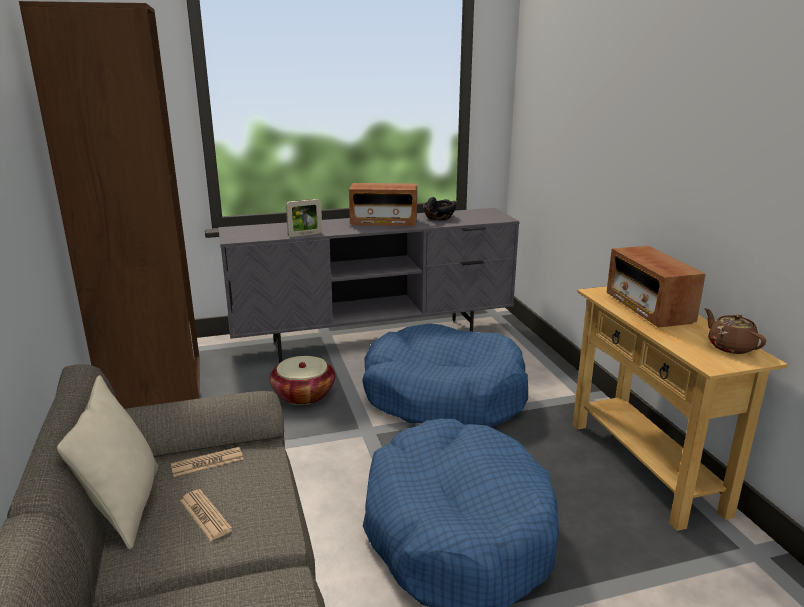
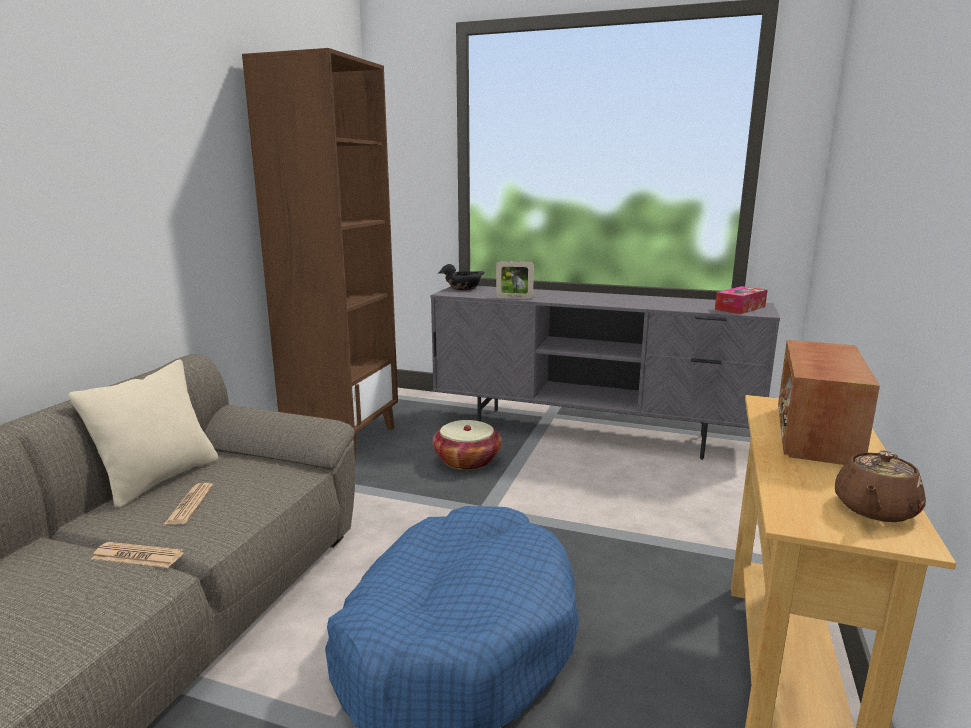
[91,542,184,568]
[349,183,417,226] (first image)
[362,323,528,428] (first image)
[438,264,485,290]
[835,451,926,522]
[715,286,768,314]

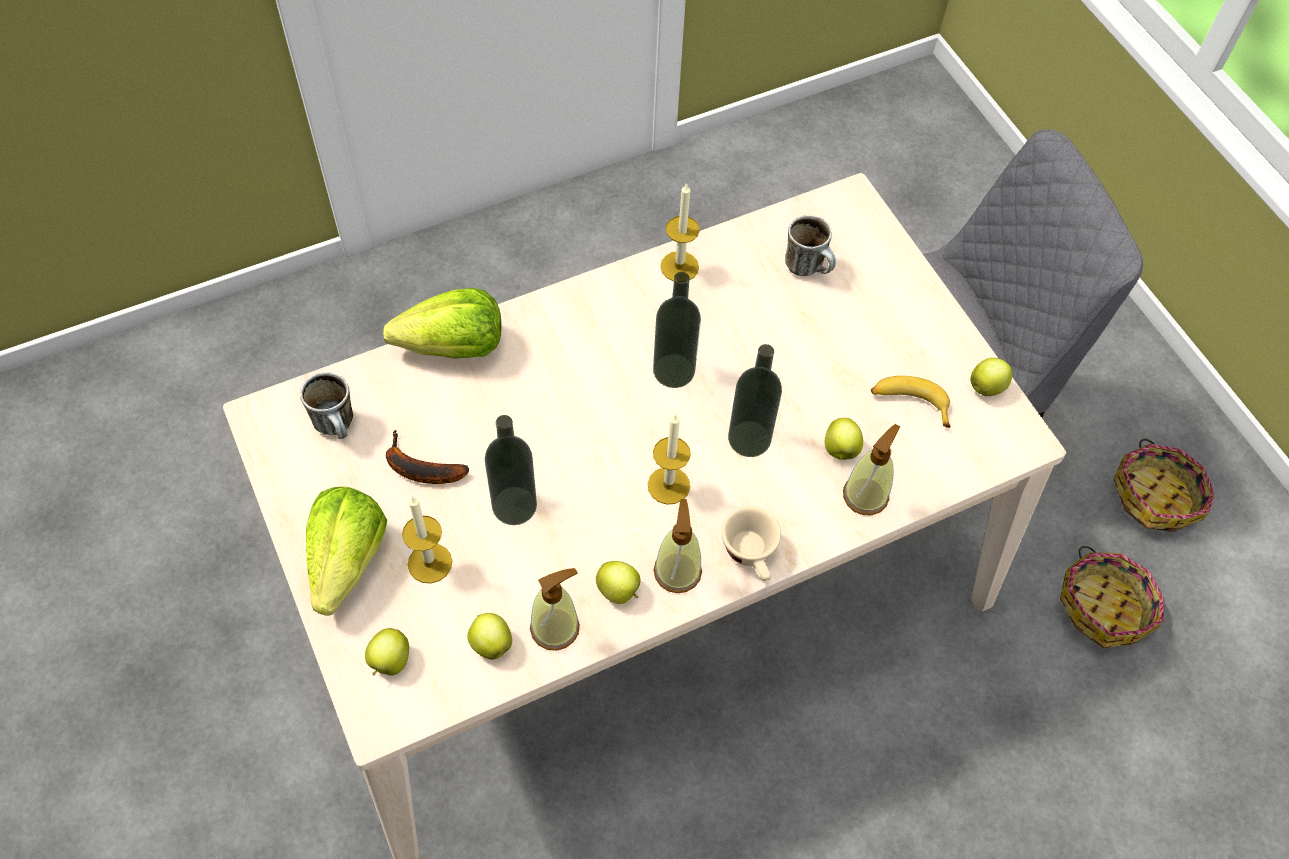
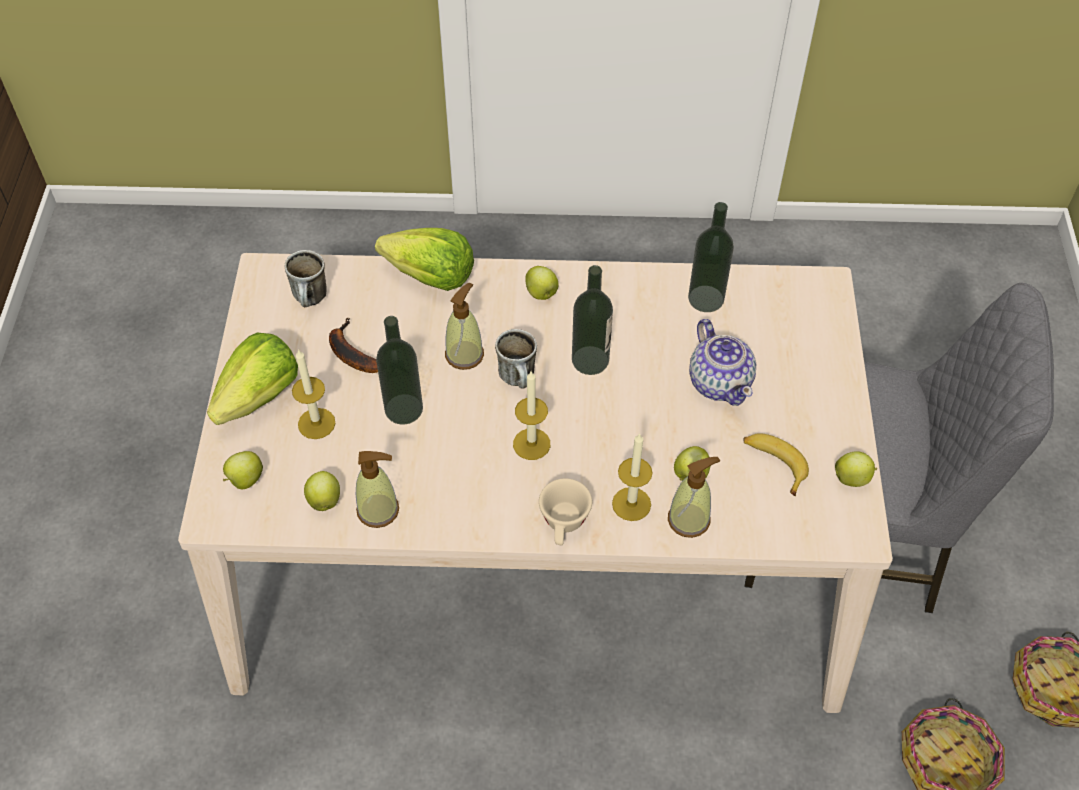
[525,266,559,300]
[445,283,484,370]
[612,433,653,521]
[688,202,734,312]
[495,329,537,389]
[689,319,756,406]

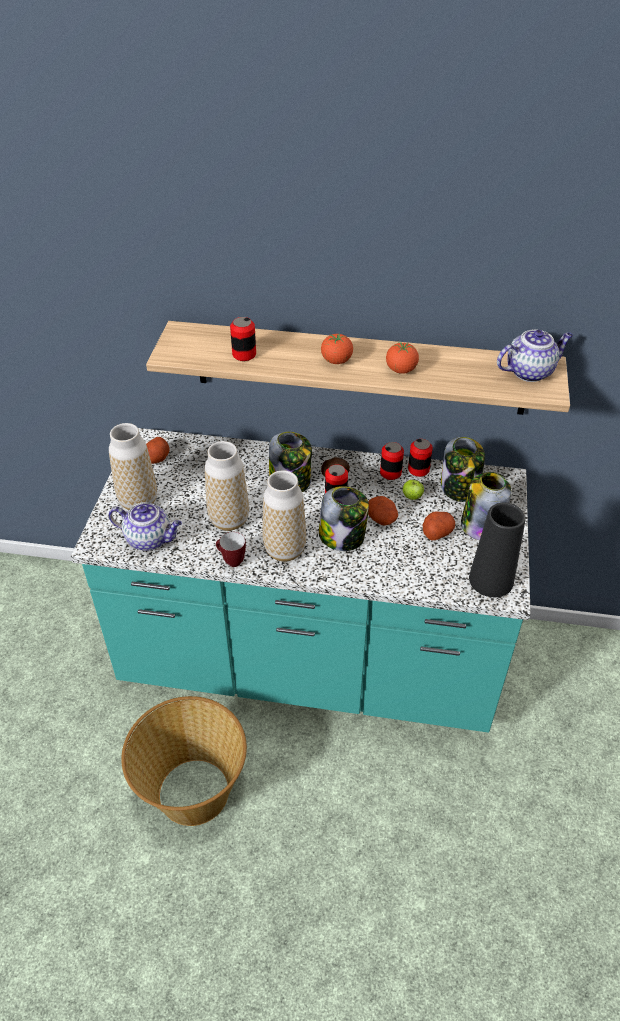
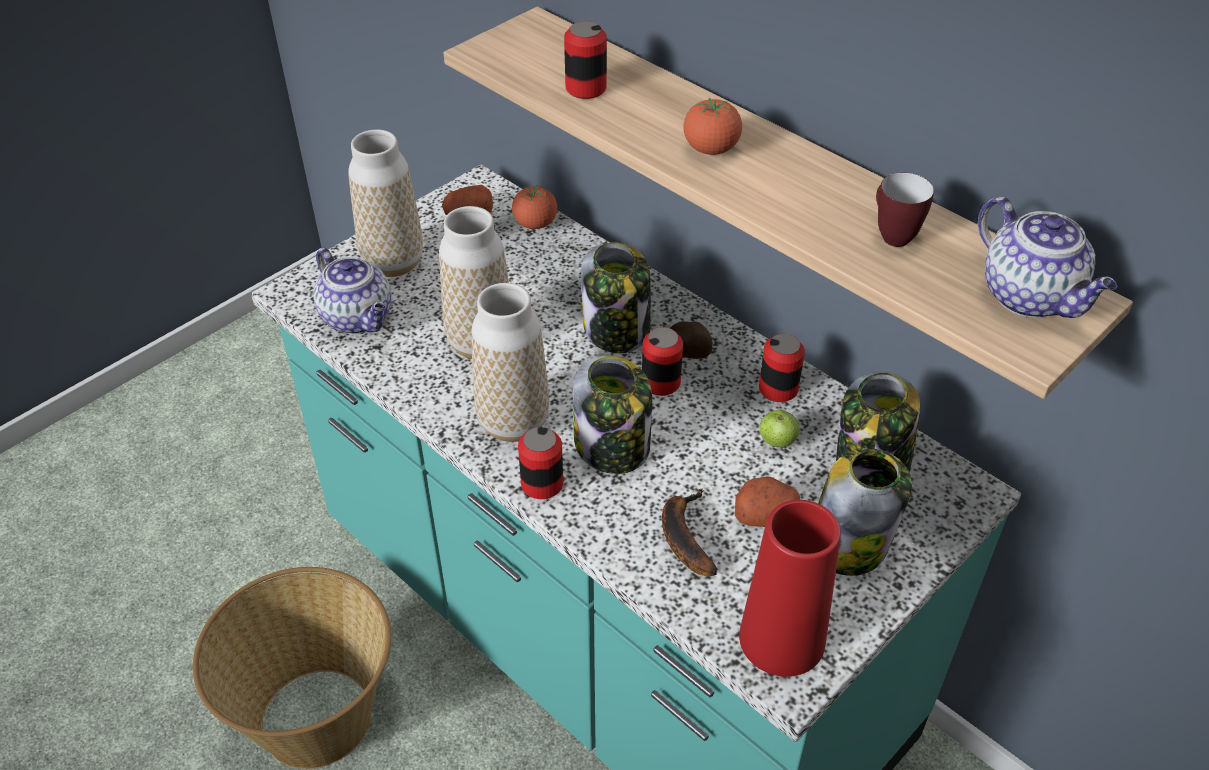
[876,172,934,247]
[368,496,398,526] (first image)
[512,185,557,229]
[518,427,563,499]
[739,500,841,677]
[978,197,1117,318]
[662,489,718,576]

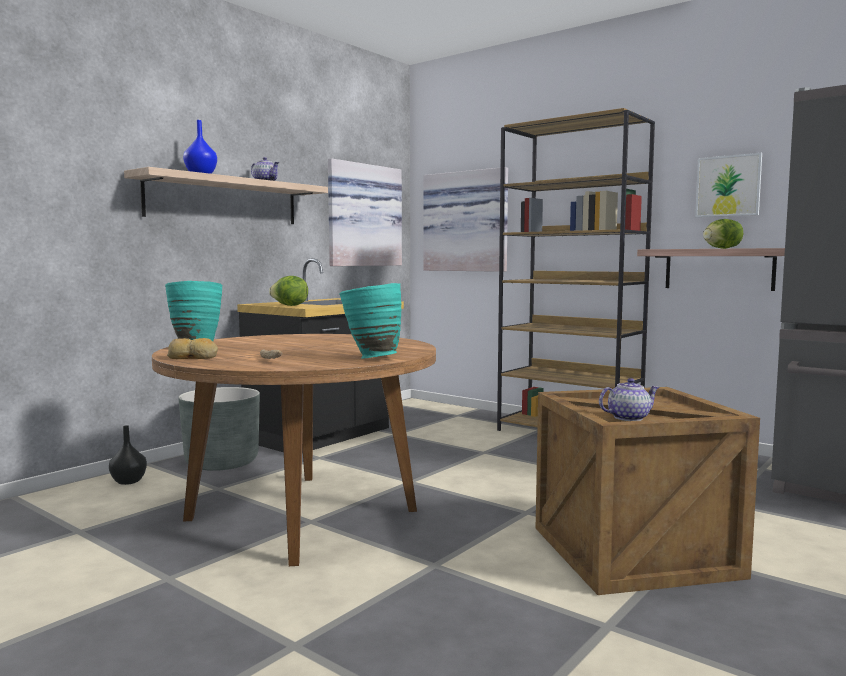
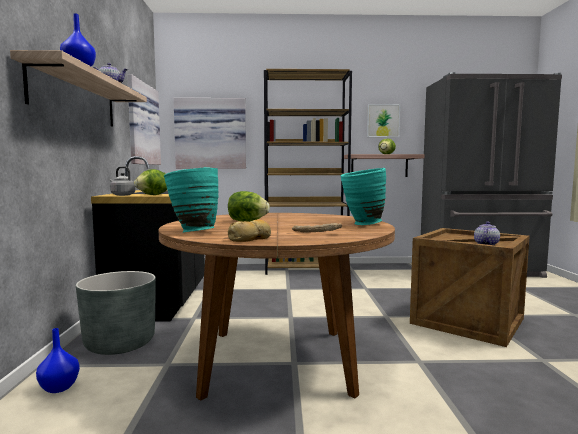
[36,328,80,393]
[110,166,135,196]
[228,191,270,222]

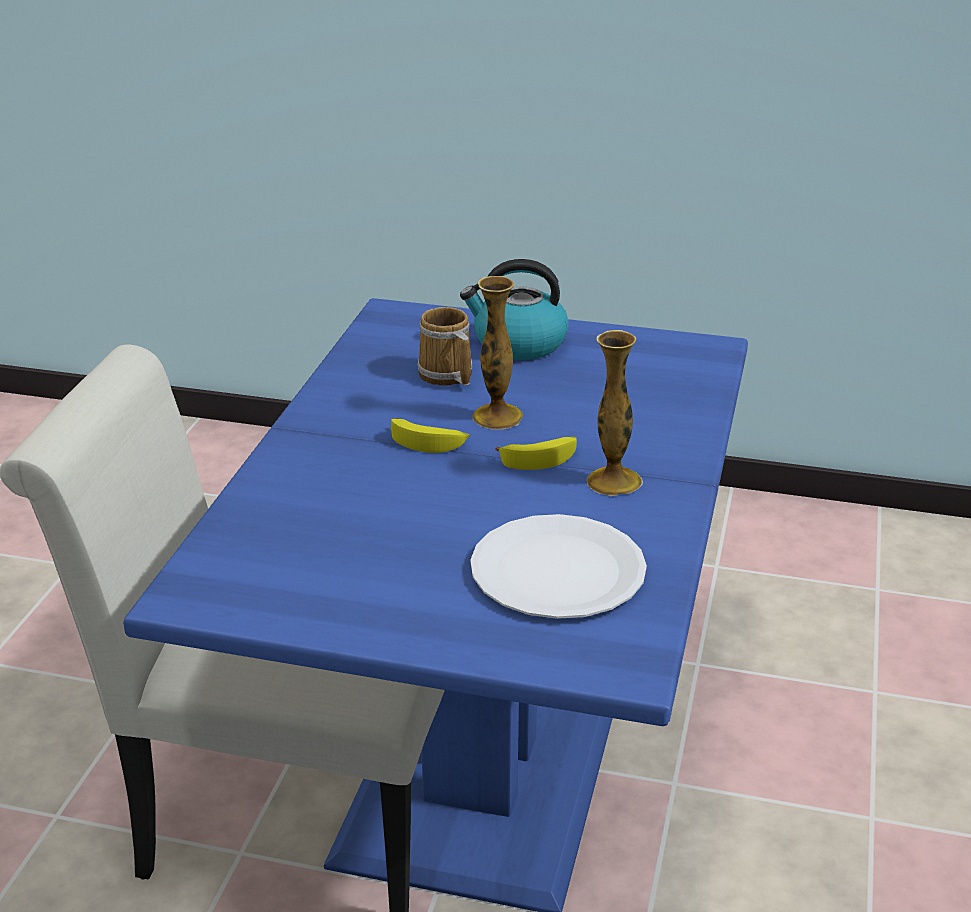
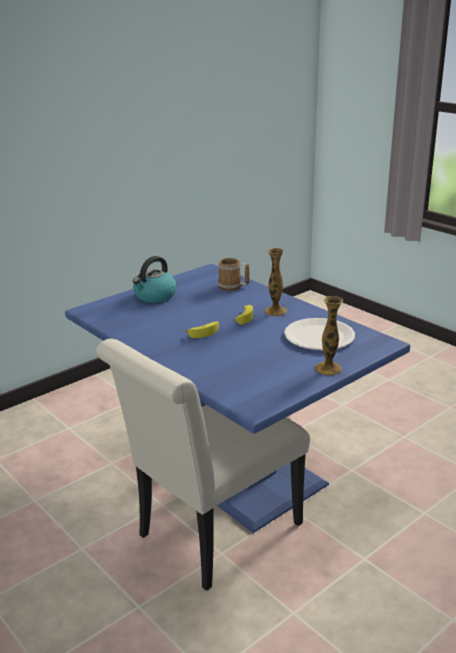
[218,258,250,291]
[315,296,343,375]

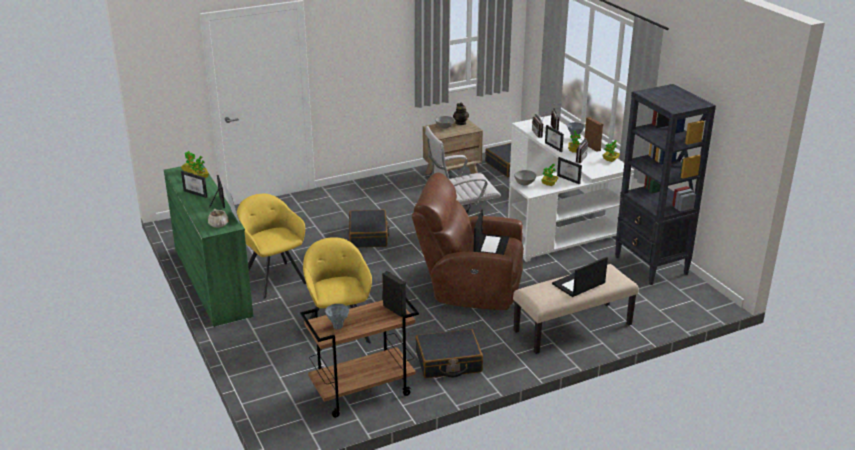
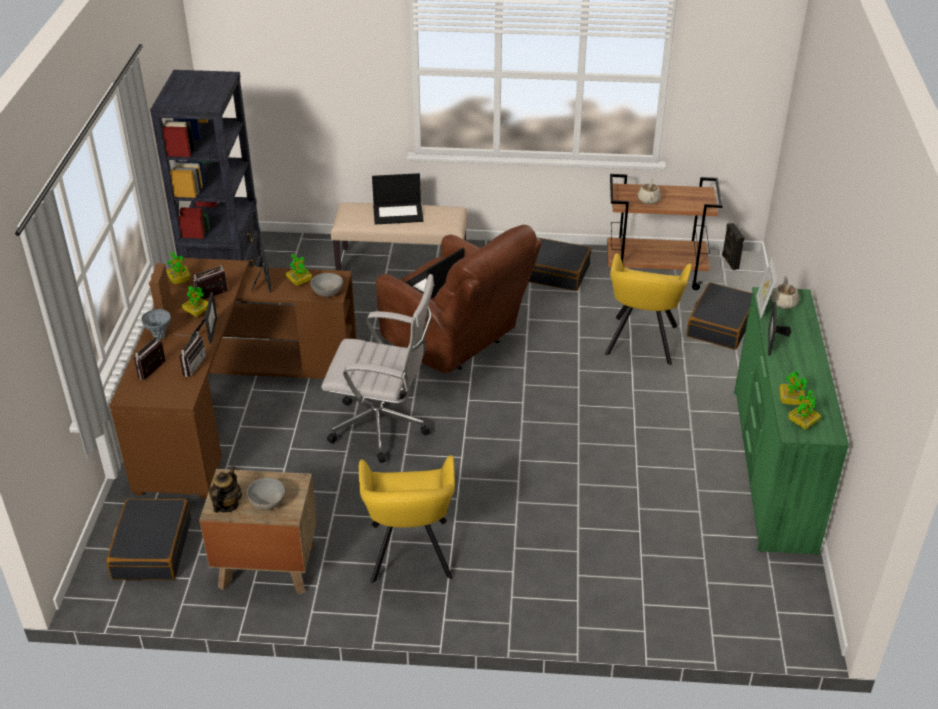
[181,171,207,198] (first image)
[359,455,455,583]
[325,304,349,329] (first image)
[687,282,752,350]
[722,223,744,270]
[109,258,356,499]
[638,177,661,204]

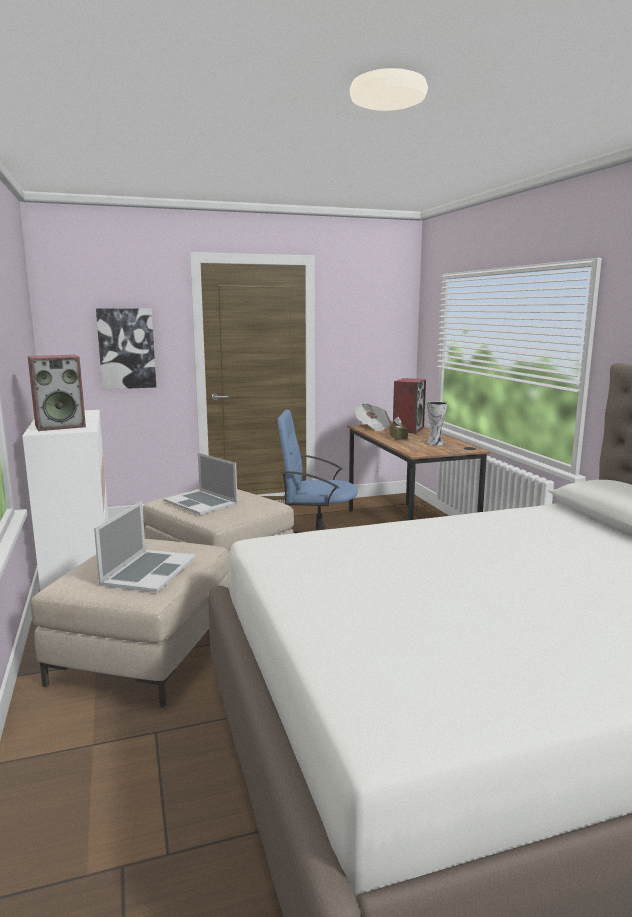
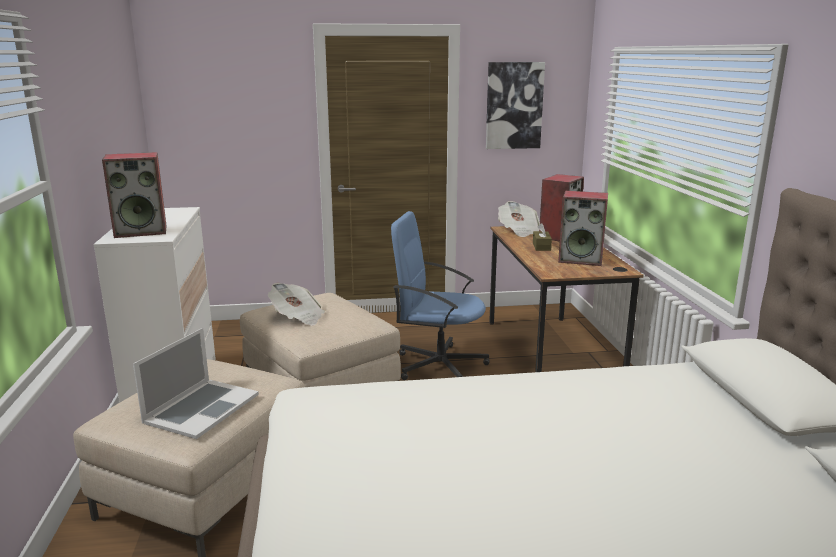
[486,62,545,149]
[268,283,325,326]
[558,191,608,266]

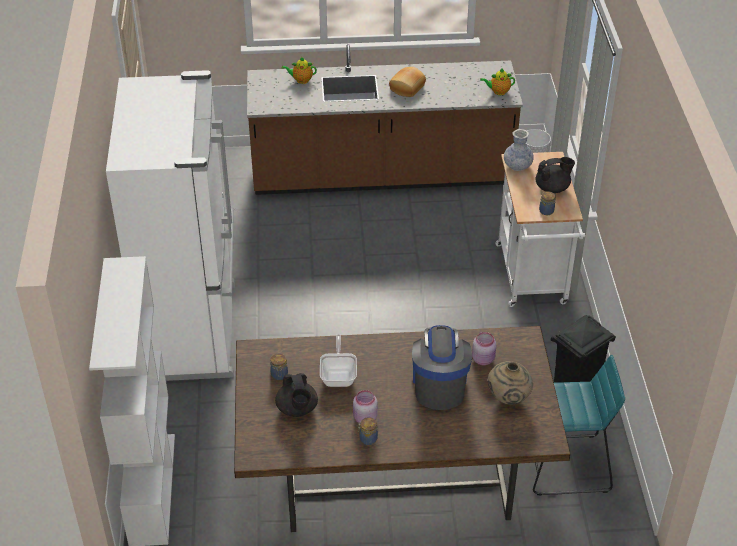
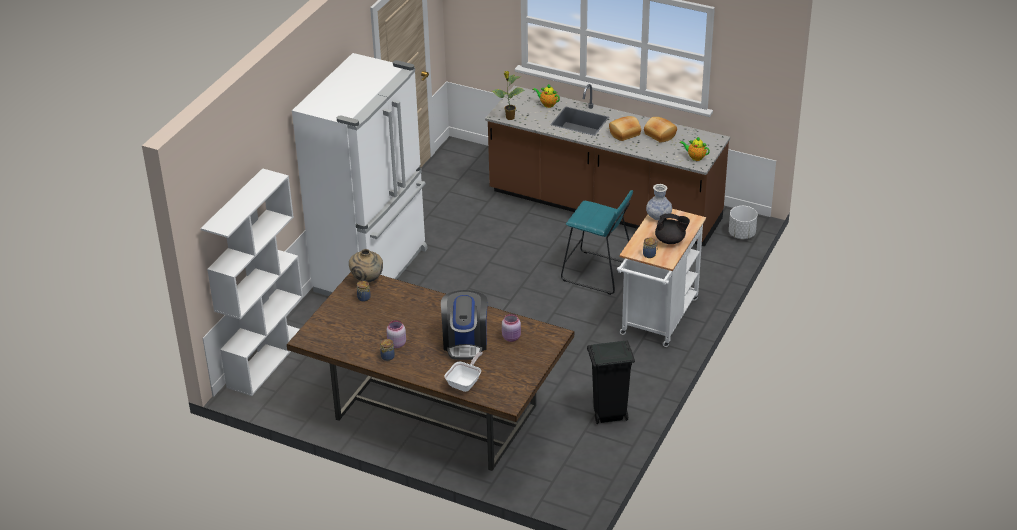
[275,373,318,417] (first image)
[444,352,483,392]
[441,290,488,360]
[349,249,383,282]
[561,190,633,295]
[492,71,525,120]
[644,117,677,142]

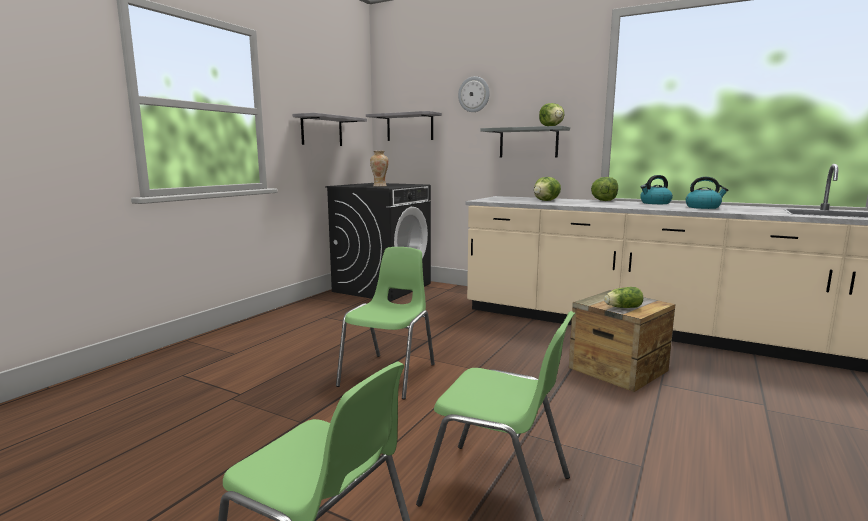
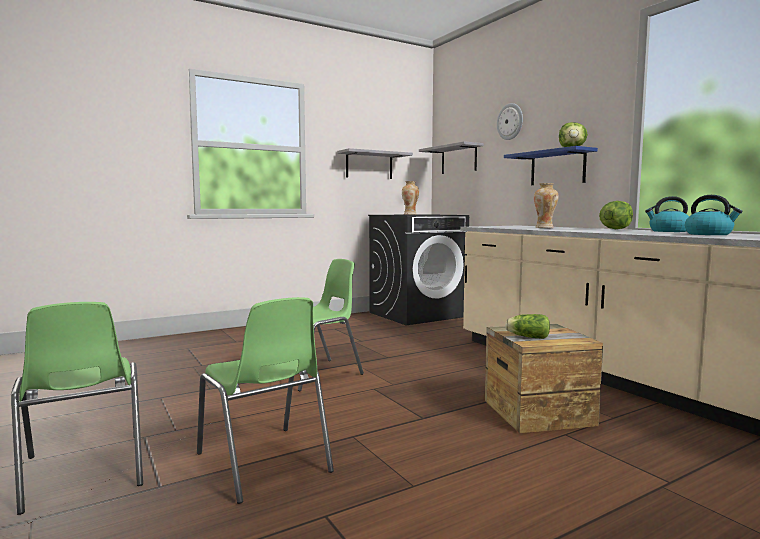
[504,146,598,185]
[534,183,559,228]

